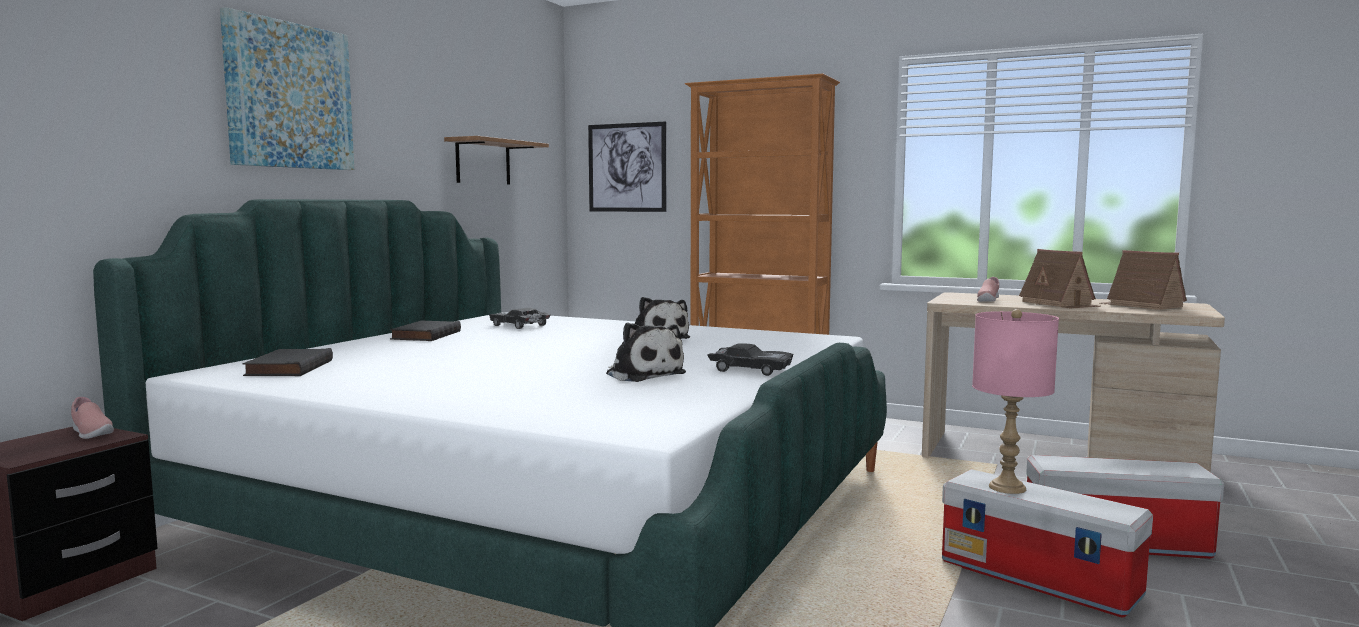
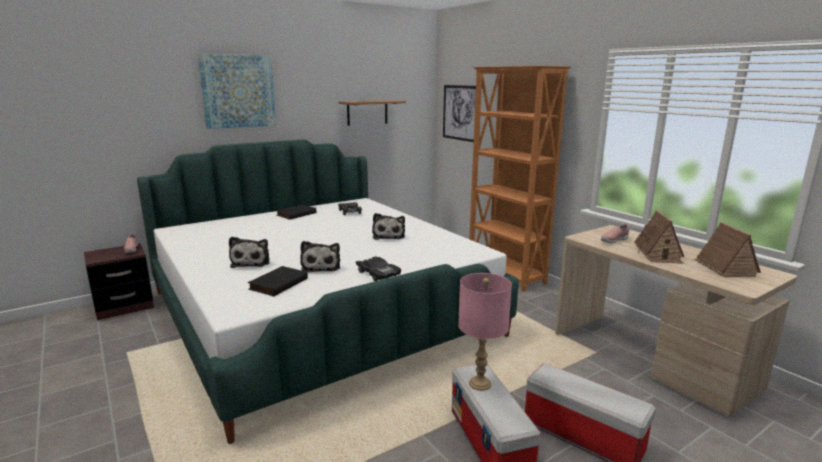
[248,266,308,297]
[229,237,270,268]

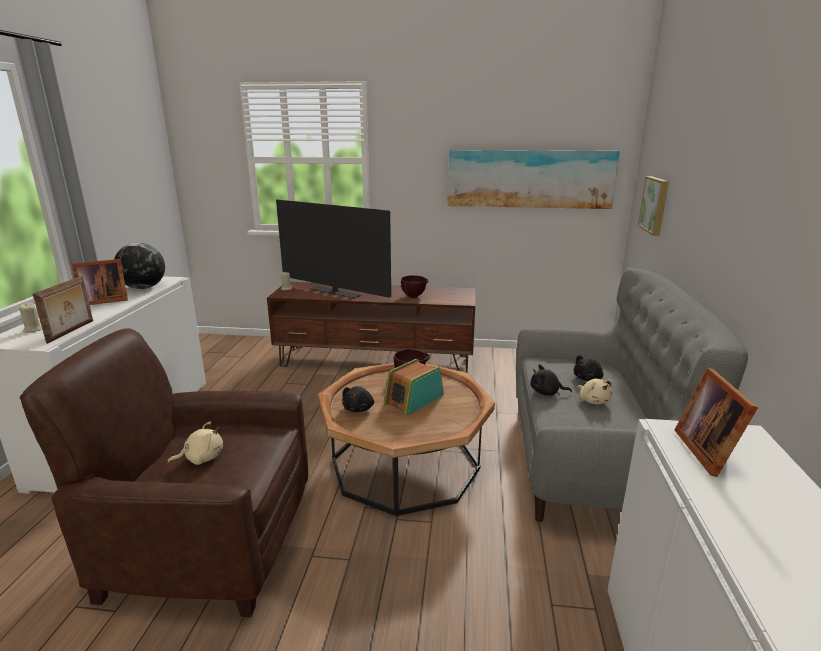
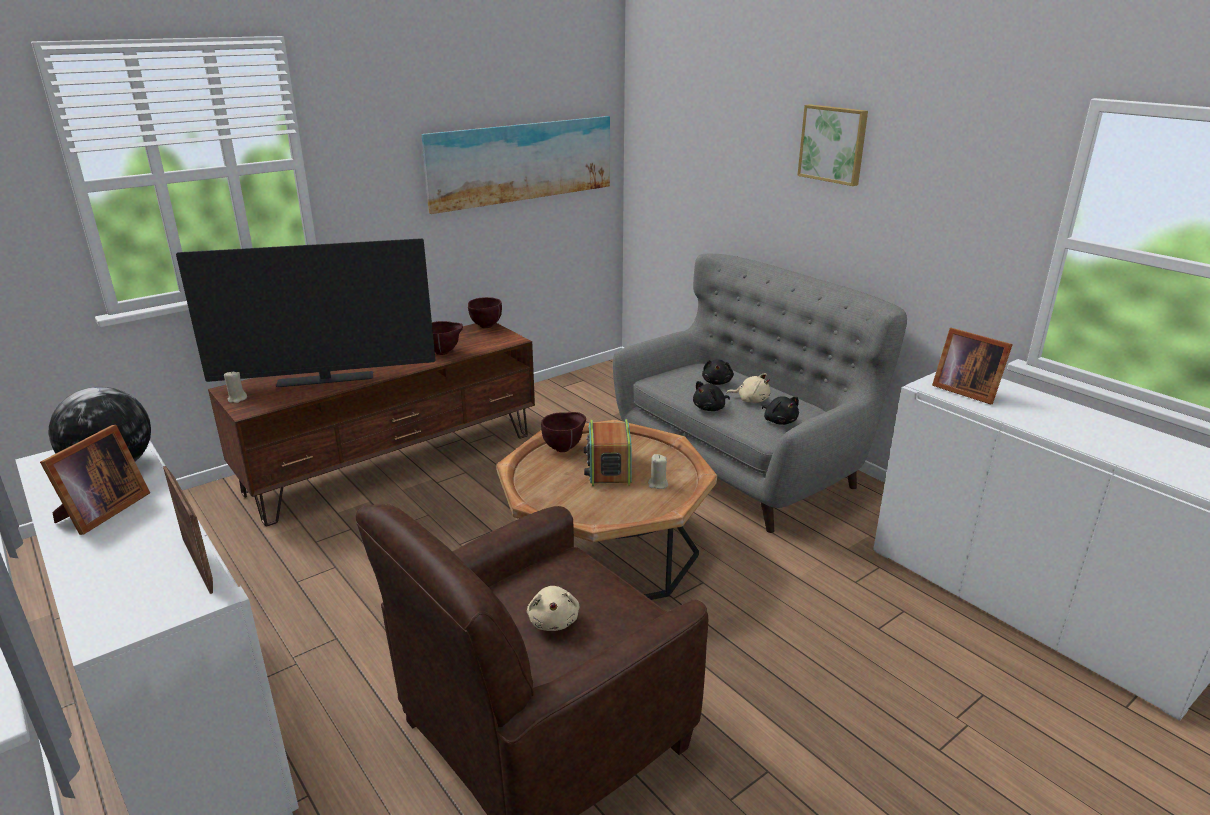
[648,454,668,489]
[527,586,579,631]
[762,396,799,425]
[797,104,868,186]
[468,297,502,328]

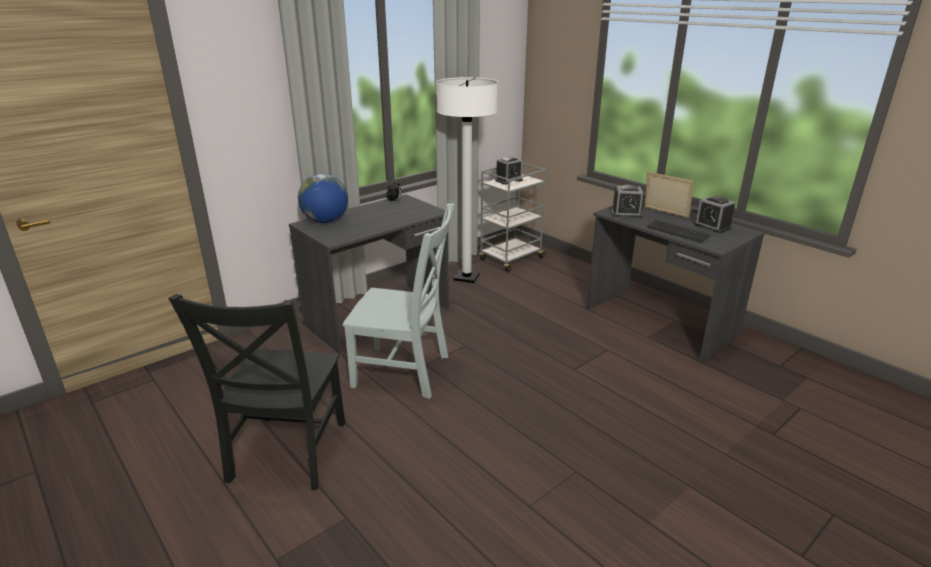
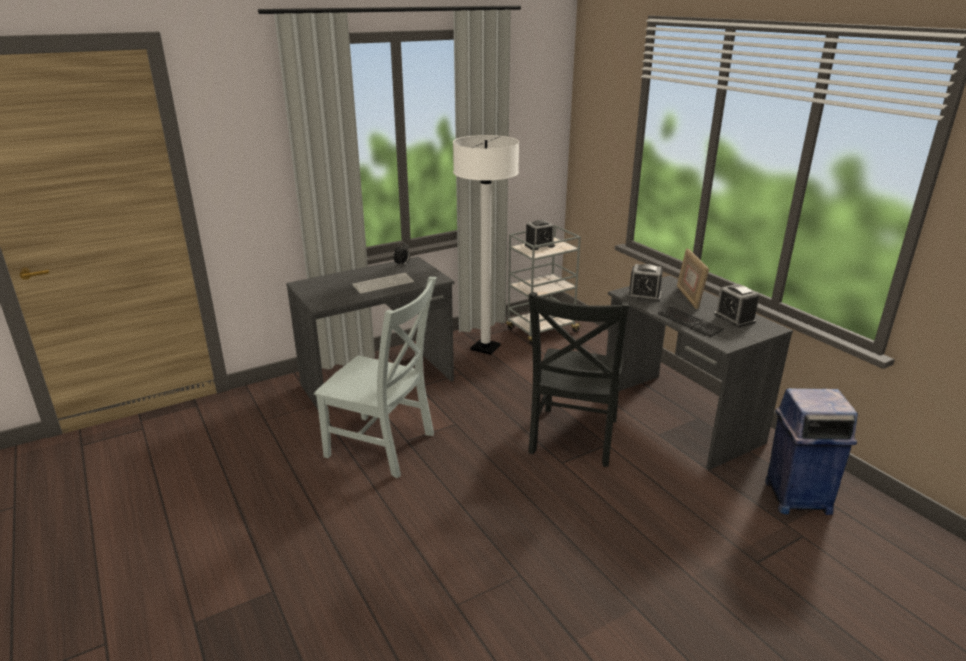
[528,292,629,467]
[298,174,348,223] (first image)
[677,248,709,309]
[352,273,414,294]
[765,388,858,515]

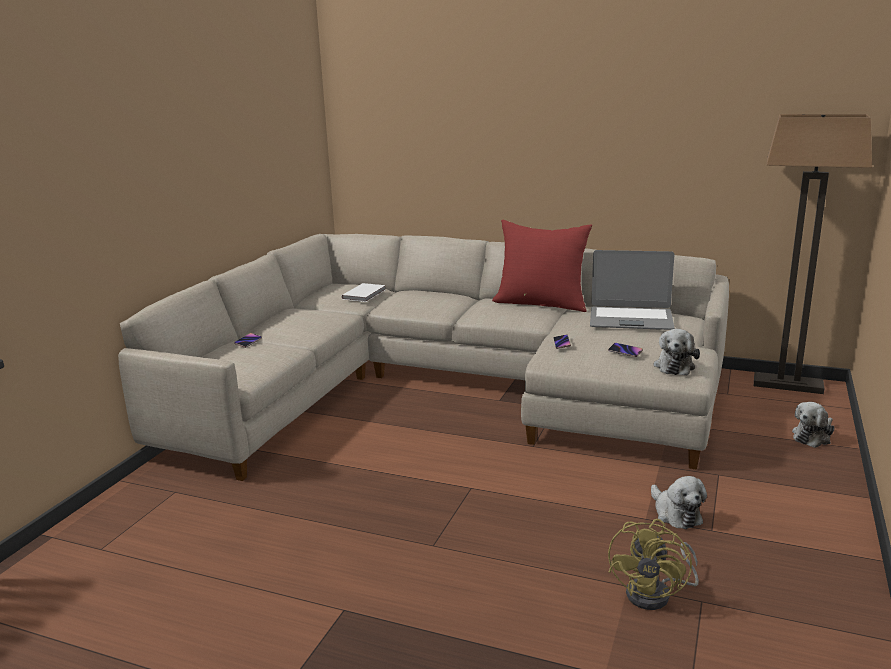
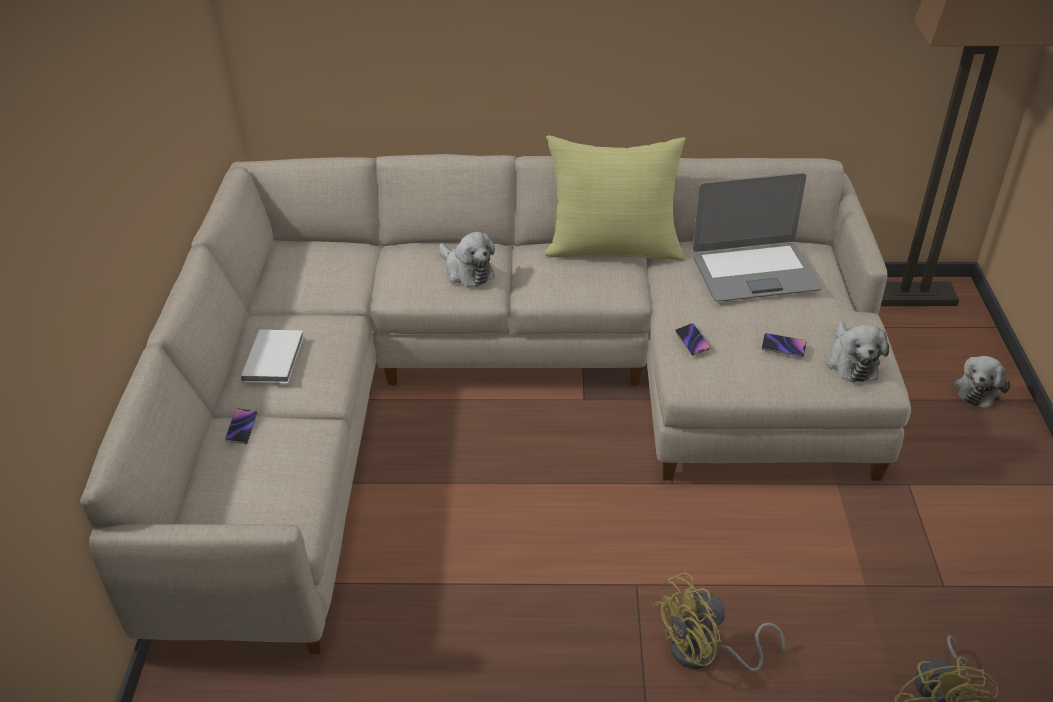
[240,330,304,383]
[545,135,686,261]
[439,232,495,287]
[653,573,785,672]

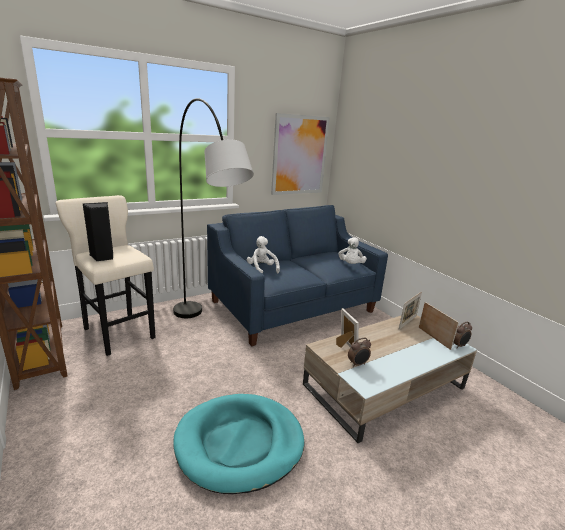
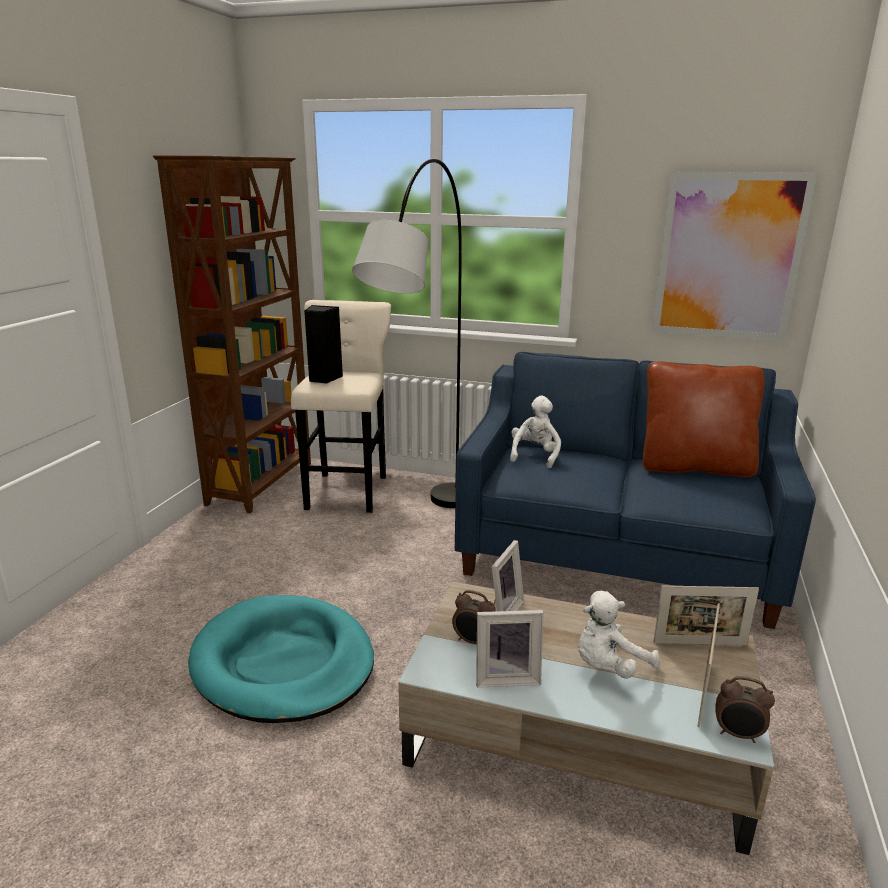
[578,591,660,679]
[476,610,544,688]
[643,361,764,477]

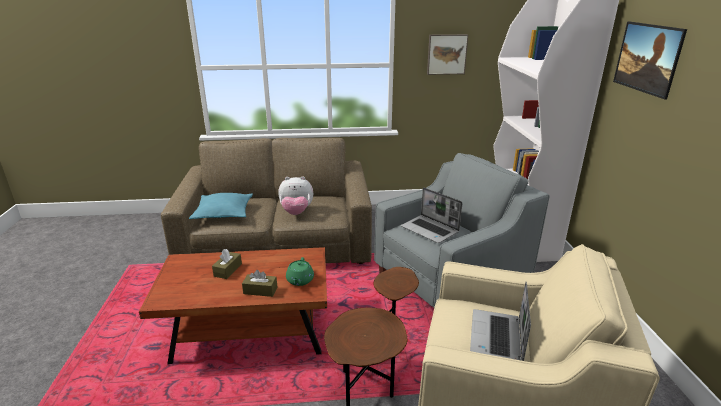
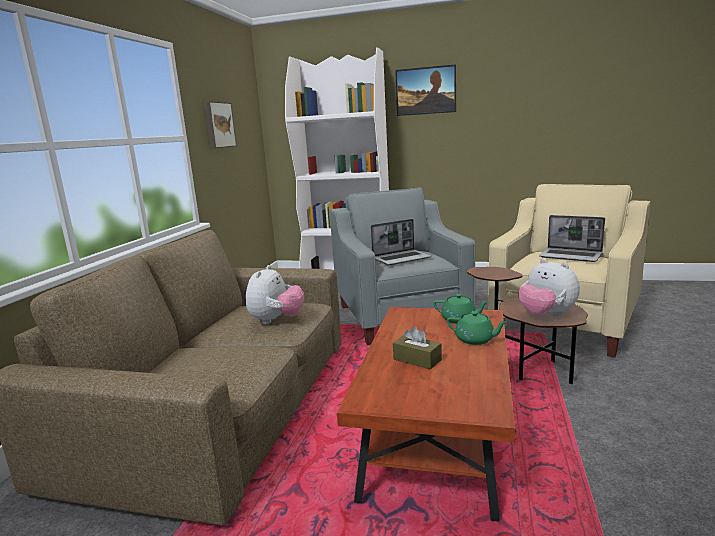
[189,193,253,219] (first image)
[447,311,508,345]
[518,259,580,316]

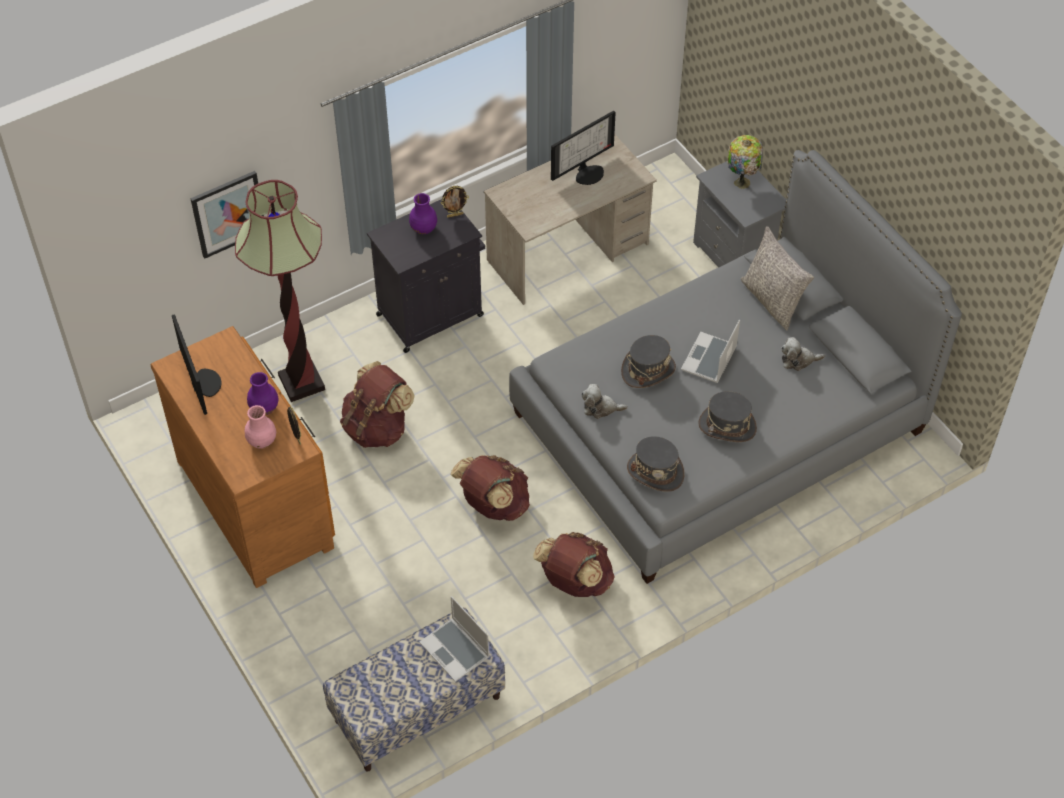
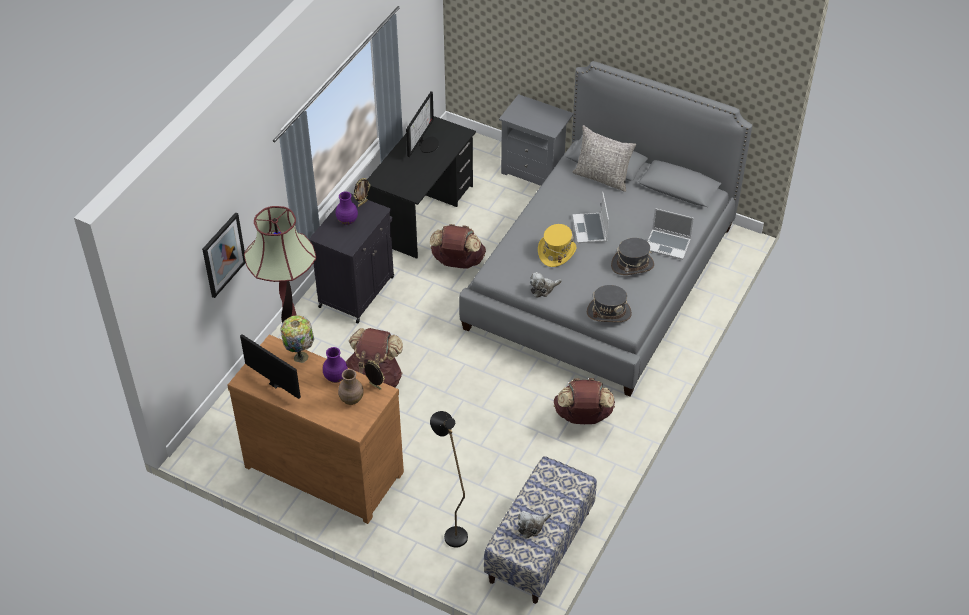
[338,369,364,405]
[647,208,694,260]
[430,224,486,269]
[366,116,476,258]
[538,224,577,267]
[281,315,314,363]
[518,511,551,539]
[430,411,468,548]

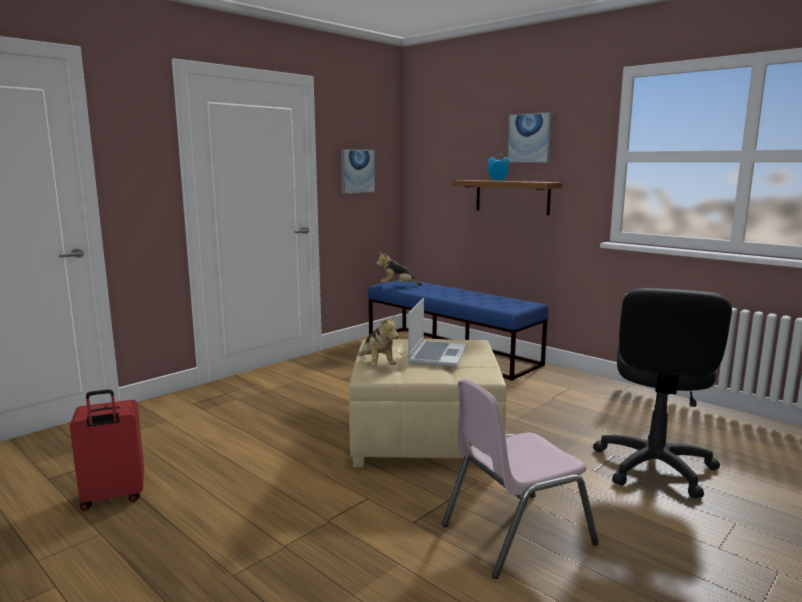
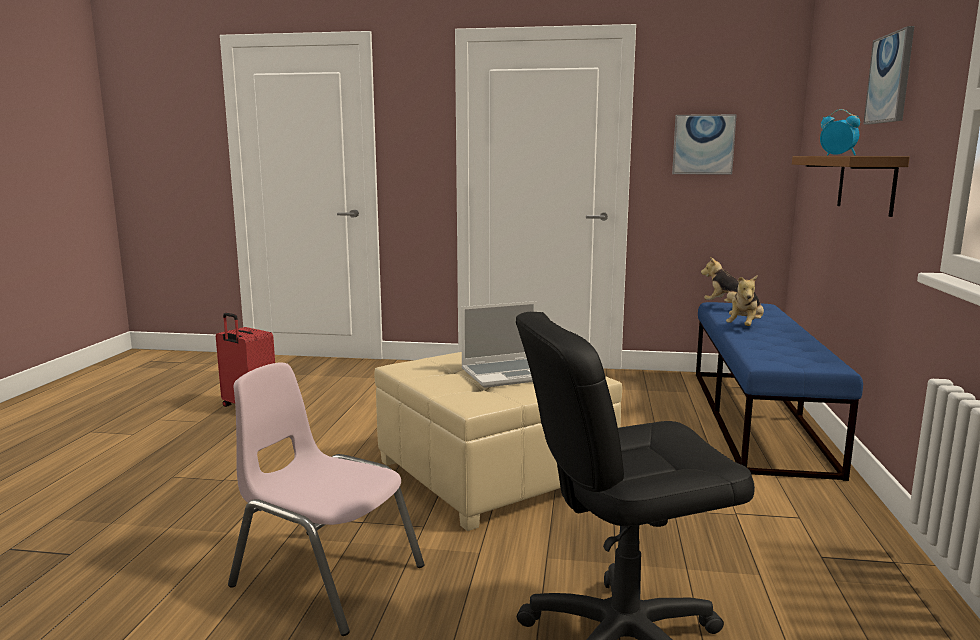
[726,275,764,326]

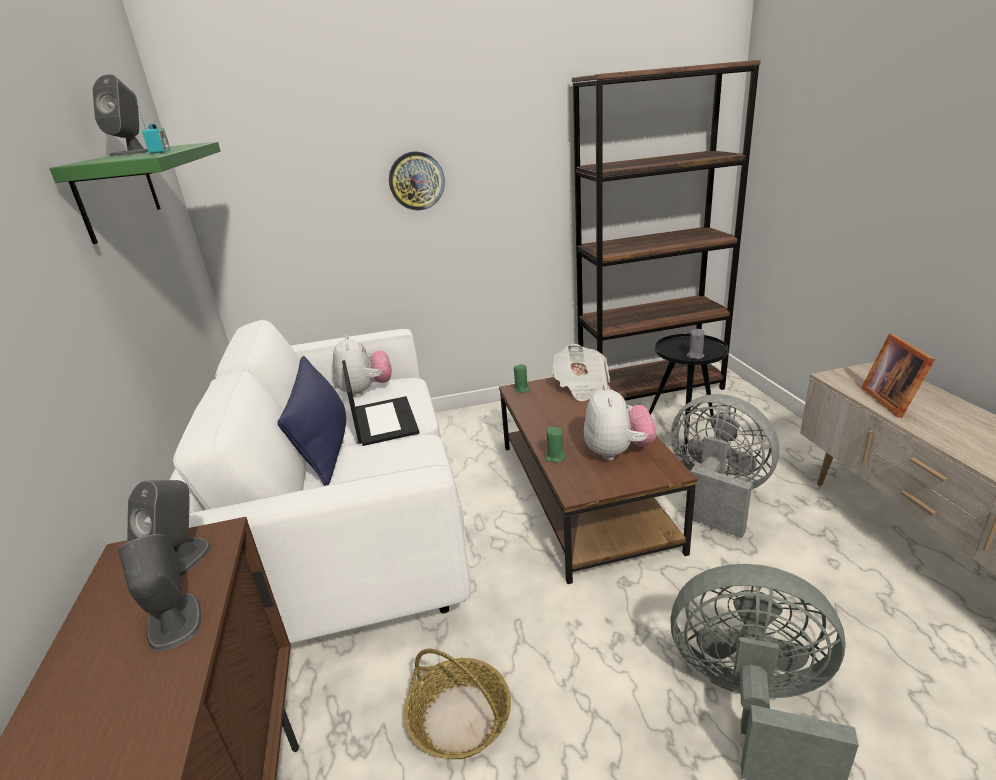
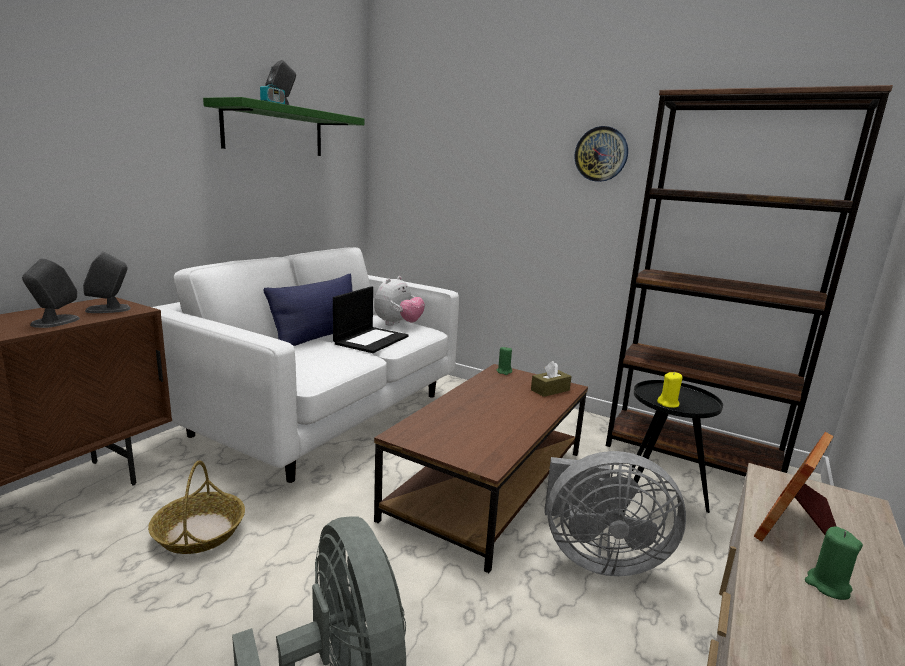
[575,126,628,182]
[805,527,863,600]
[531,361,572,397]
[584,384,656,460] (first image)
[545,451,686,576]
[657,372,682,408]

